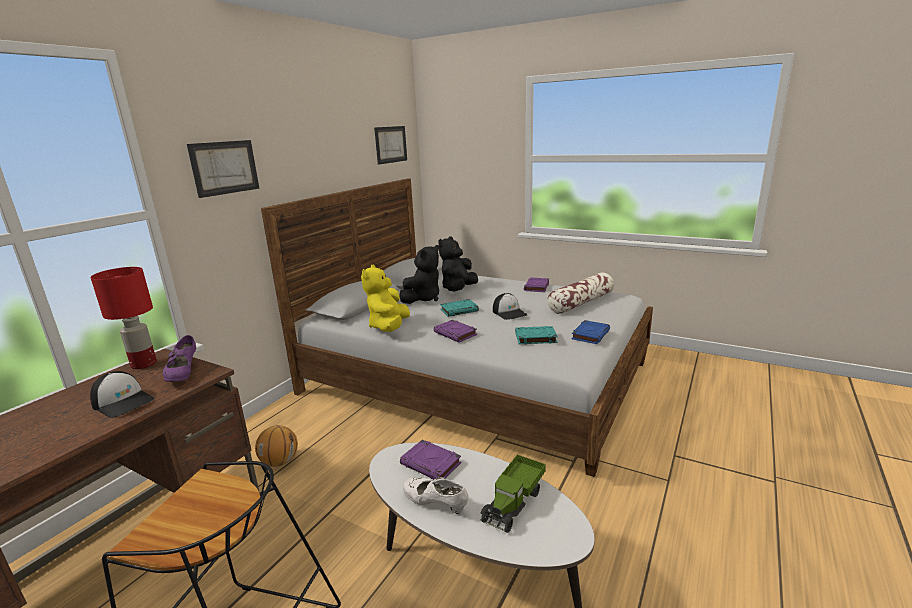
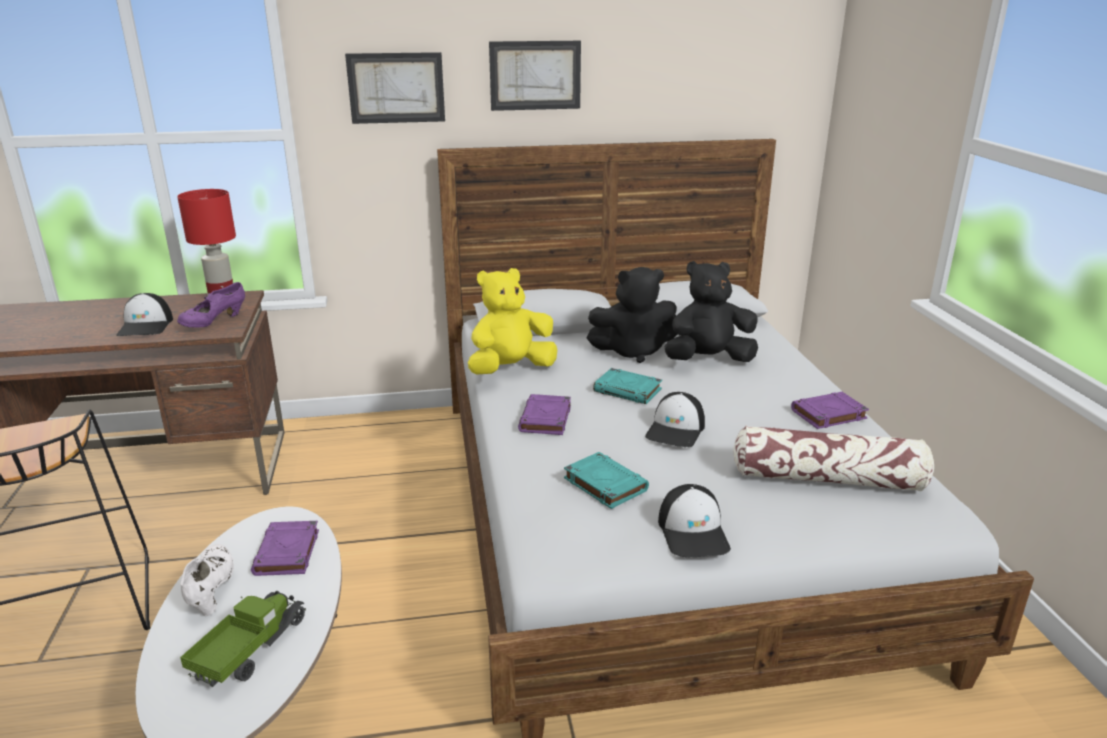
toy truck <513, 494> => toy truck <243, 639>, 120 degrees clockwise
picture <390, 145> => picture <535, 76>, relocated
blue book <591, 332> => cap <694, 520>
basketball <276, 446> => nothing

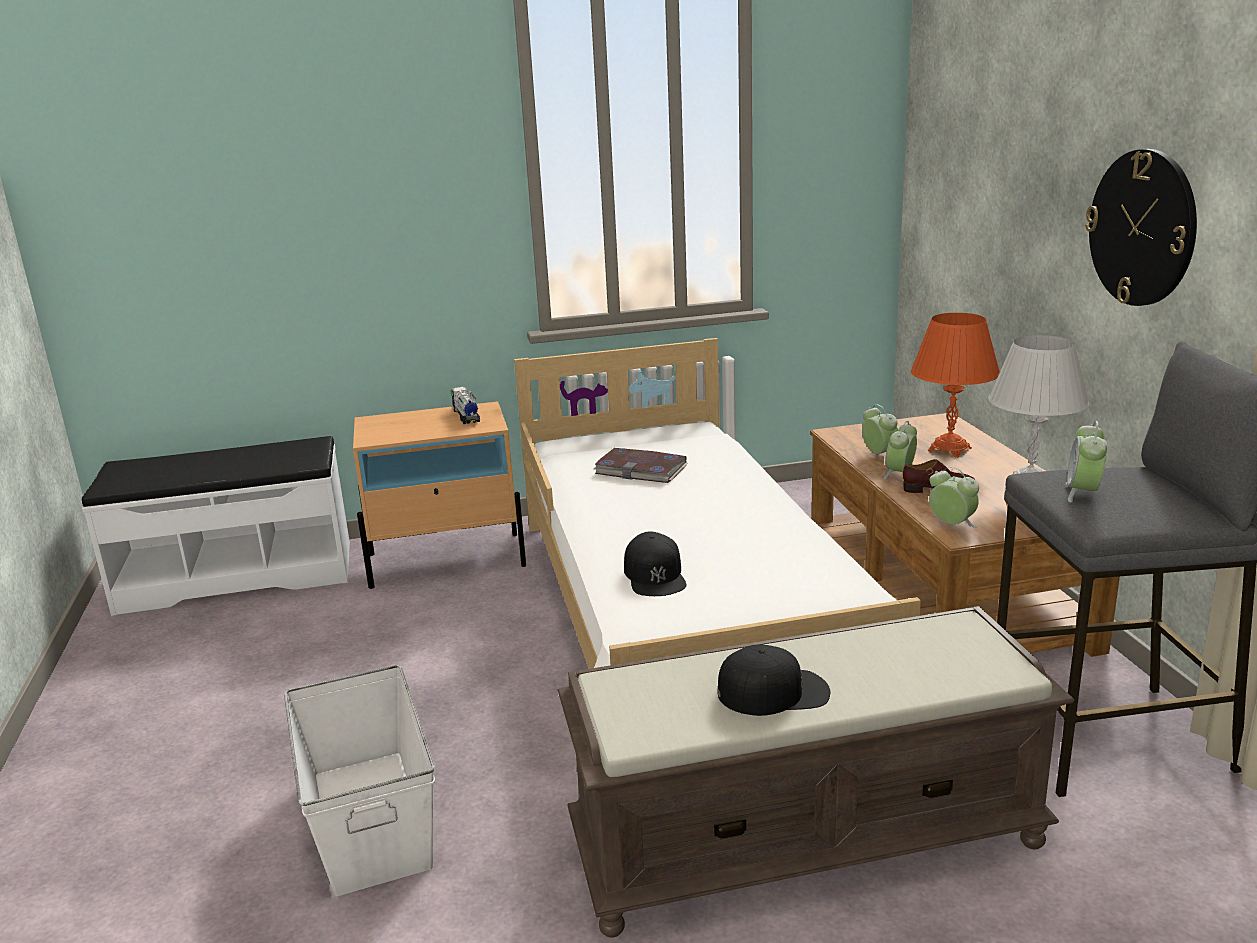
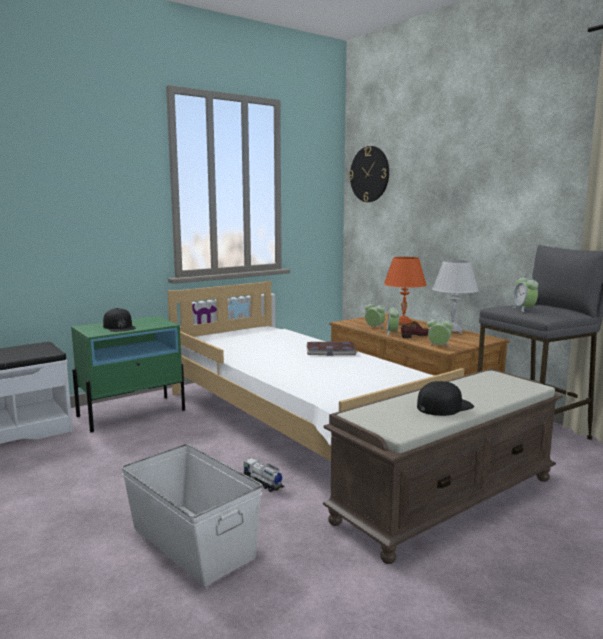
beige nightstand <439, 495> => green nightstand <128, 374>
black cap <655, 563> => black cap <119, 320>, relocated
toy truck <465, 405> => toy truck <264, 475>, relocated
book <641, 465> => book <331, 349>, relocated
wall clock <1141, 227> => wall clock <369, 174>, relocated

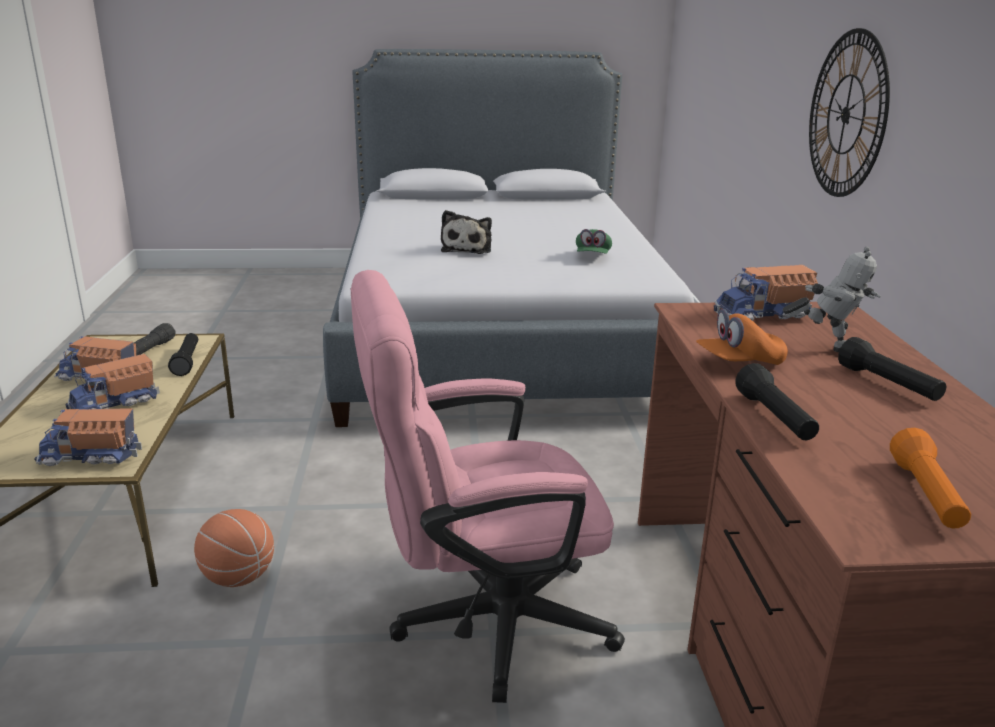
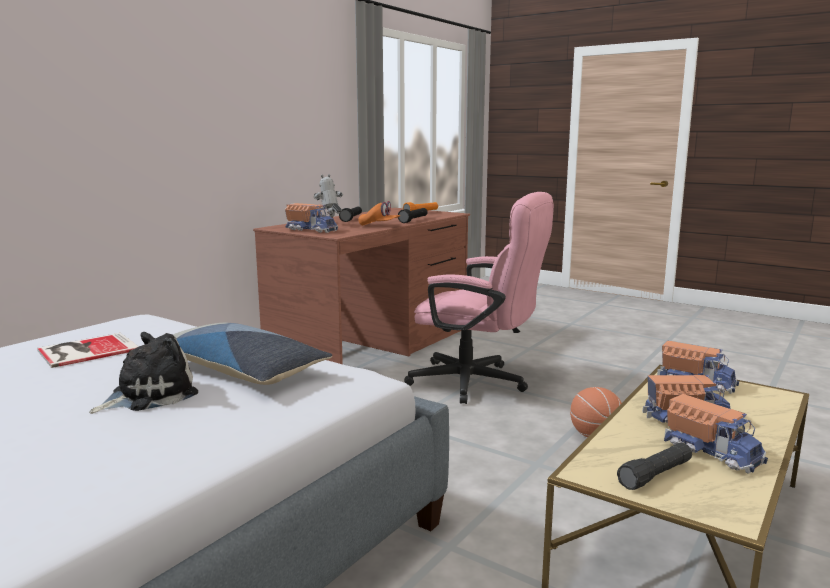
green cap <594, 241> => book <88, 350>
nothing => pillow <252, 354>
black flashlight <183, 354> => nothing
wall clock <849, 112> => nothing

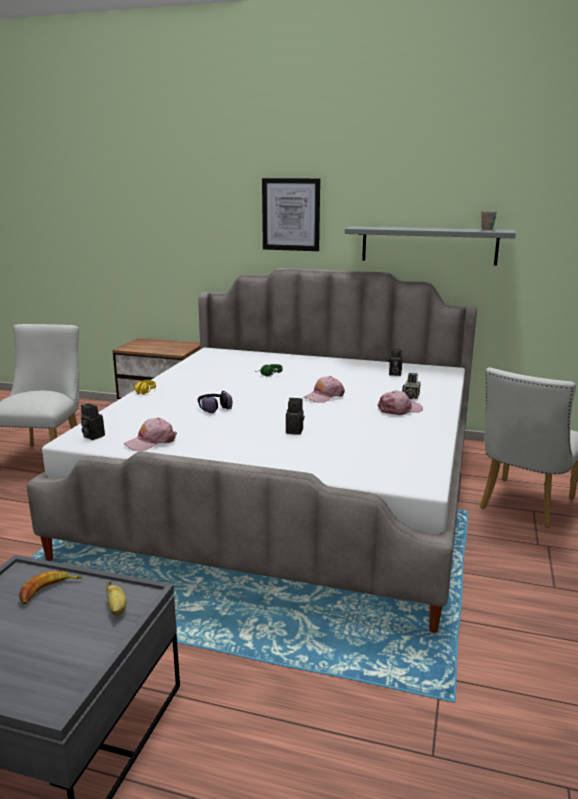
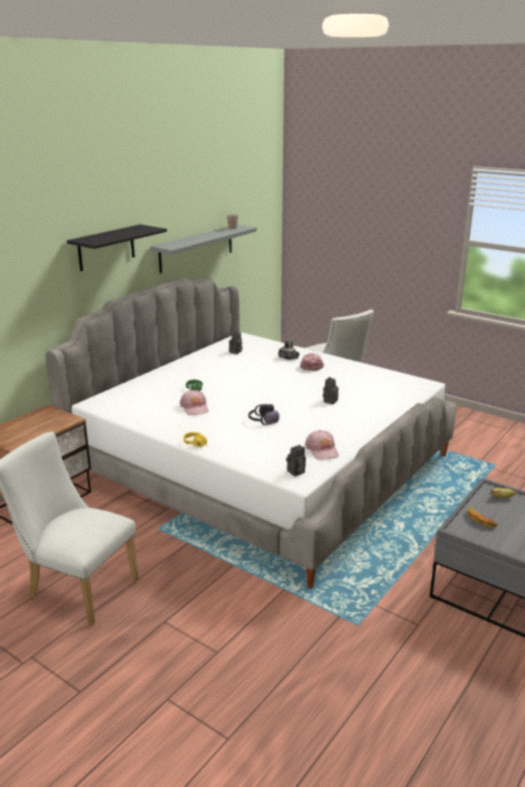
picture <291, 214> => black shelf <117, 247>
pink cap <324, 389> => pink cap <194, 402>, relocated

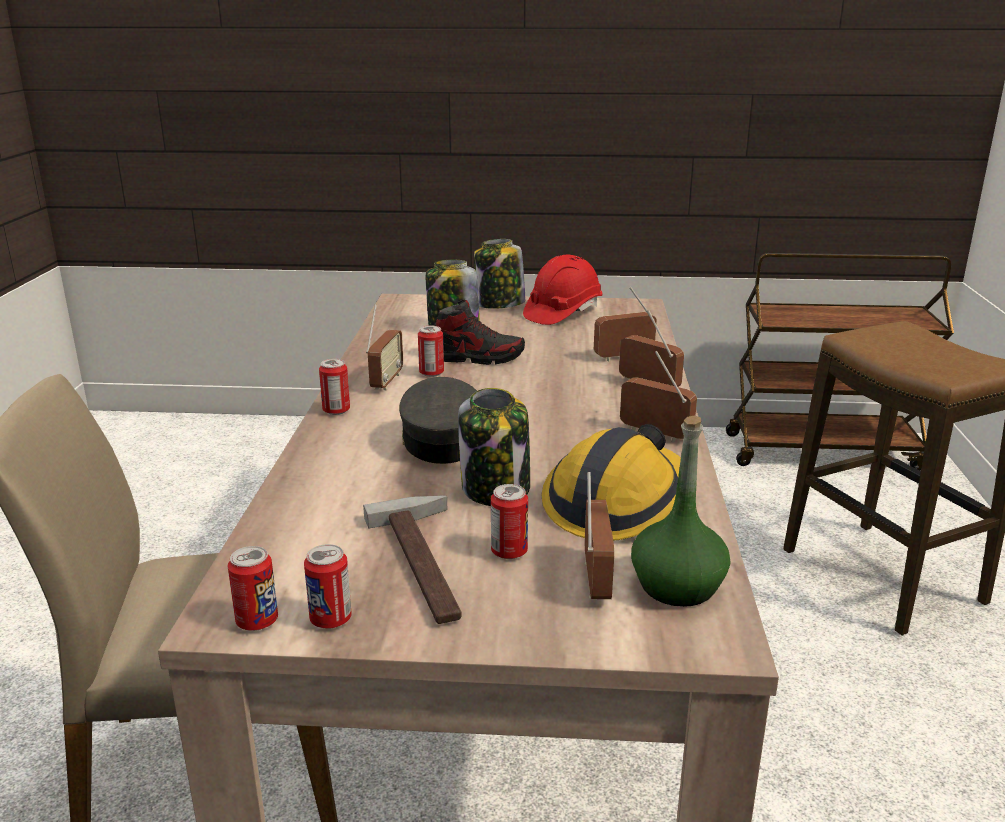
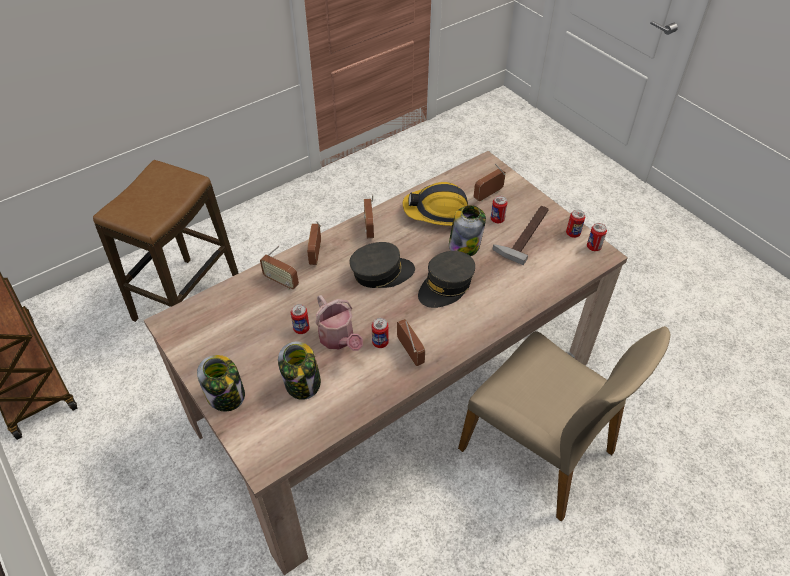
can <334, 387> => can <300, 319>, relocated
shoe <480, 332> => watering can <339, 323>
nothing => grey cap <382, 265>
radio <384, 347> => radio <411, 342>, 90 degrees clockwise
red hard hat <563, 289> => nothing
green bottle <680, 511> => nothing

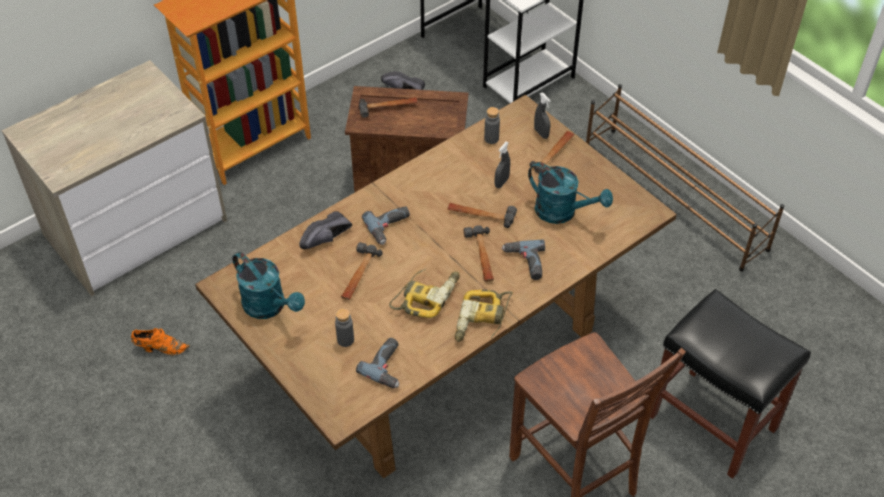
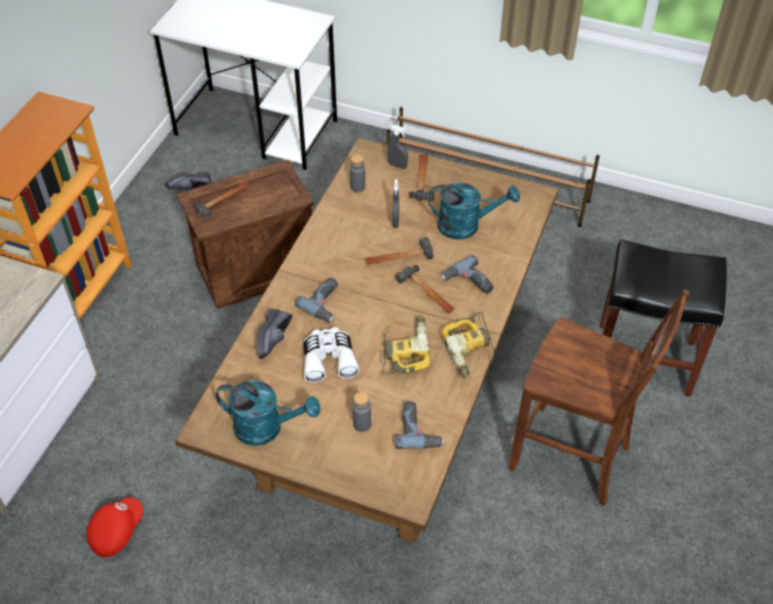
orange shoe <160, 341> => red cap <114, 527>
hammer <362, 271> => white binoculars <331, 355>

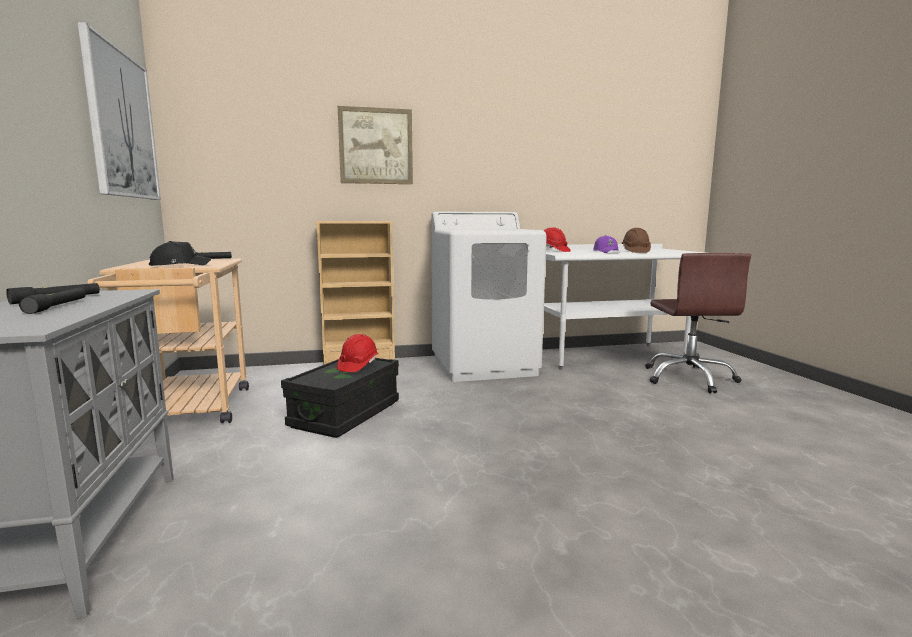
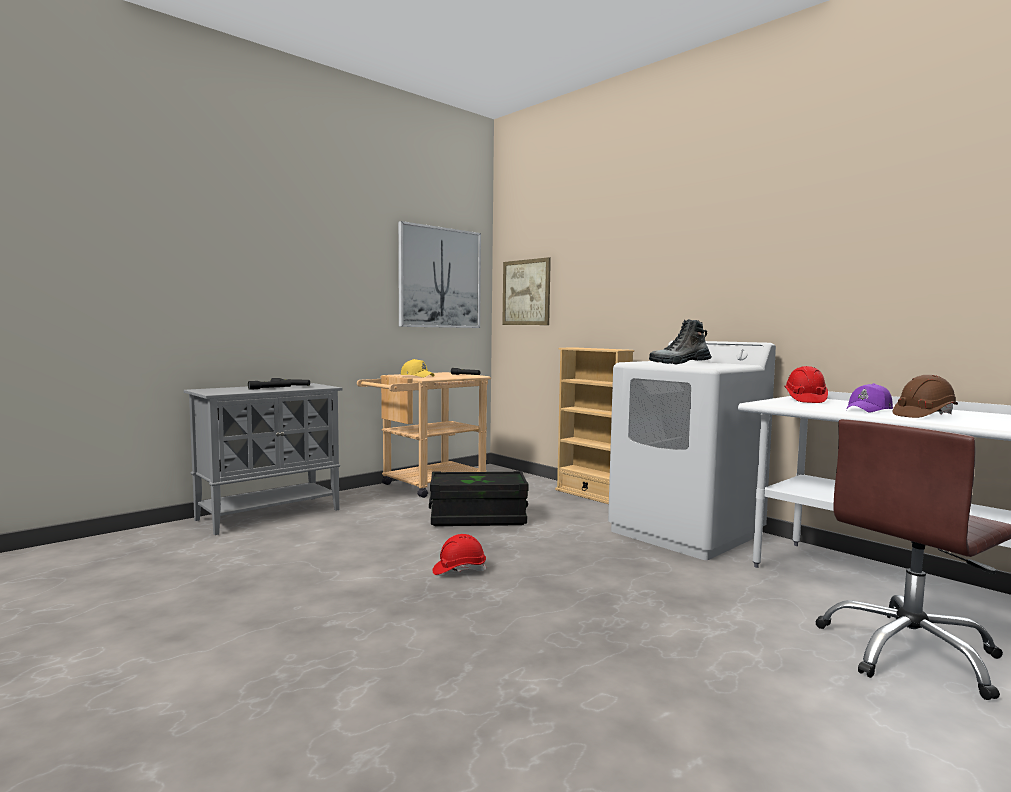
black cap <180, 253> => yellow cap <417, 368>
red hard hat <358, 353> => red hard hat <459, 554>, relocated
picture <375, 145> => picture <526, 291>, relocated
nothing => boot <680, 342>

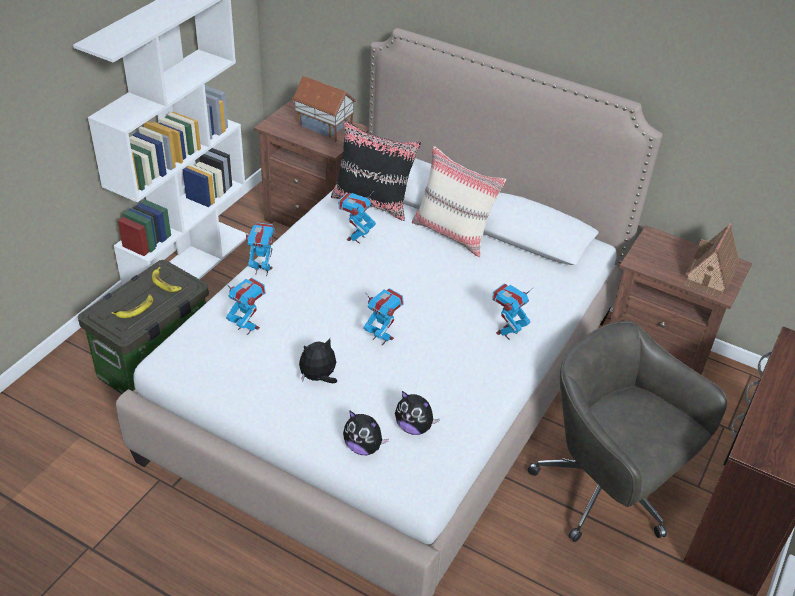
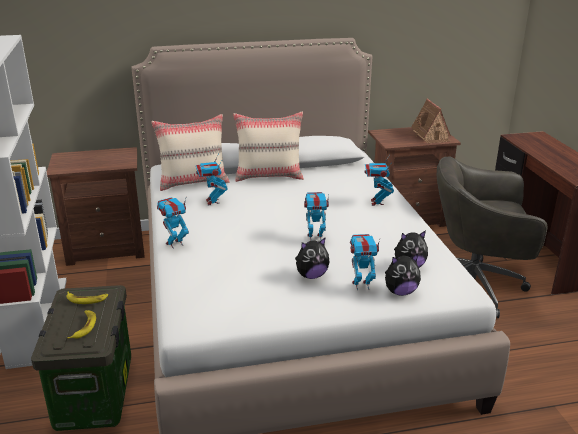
black pillow <376, 170> => beige pillow <190, 152>
plush toy <318, 360> => plush toy <312, 258>, 135 degrees counterclockwise
toy robot <245, 306> => toy robot <365, 262>, relocated
toy house <324, 109> => nothing

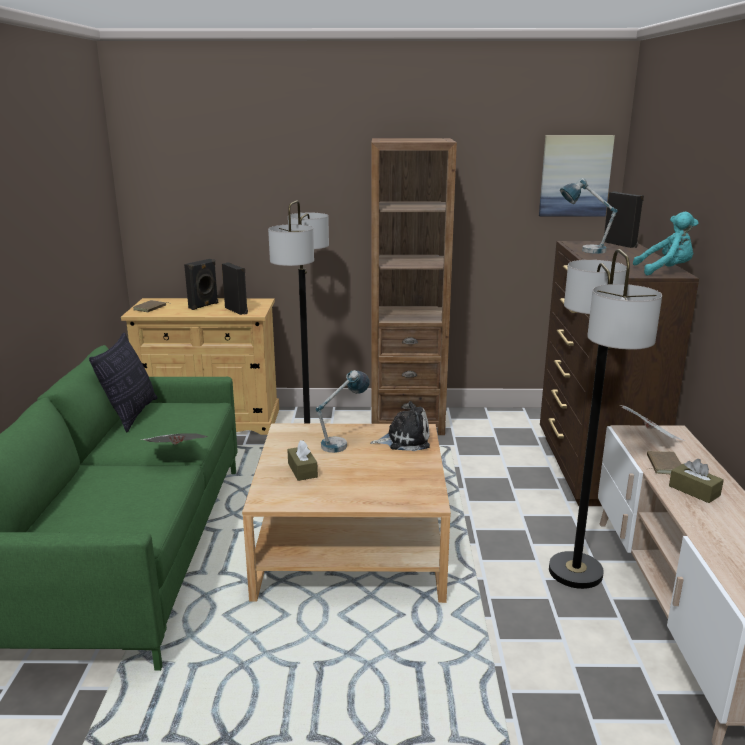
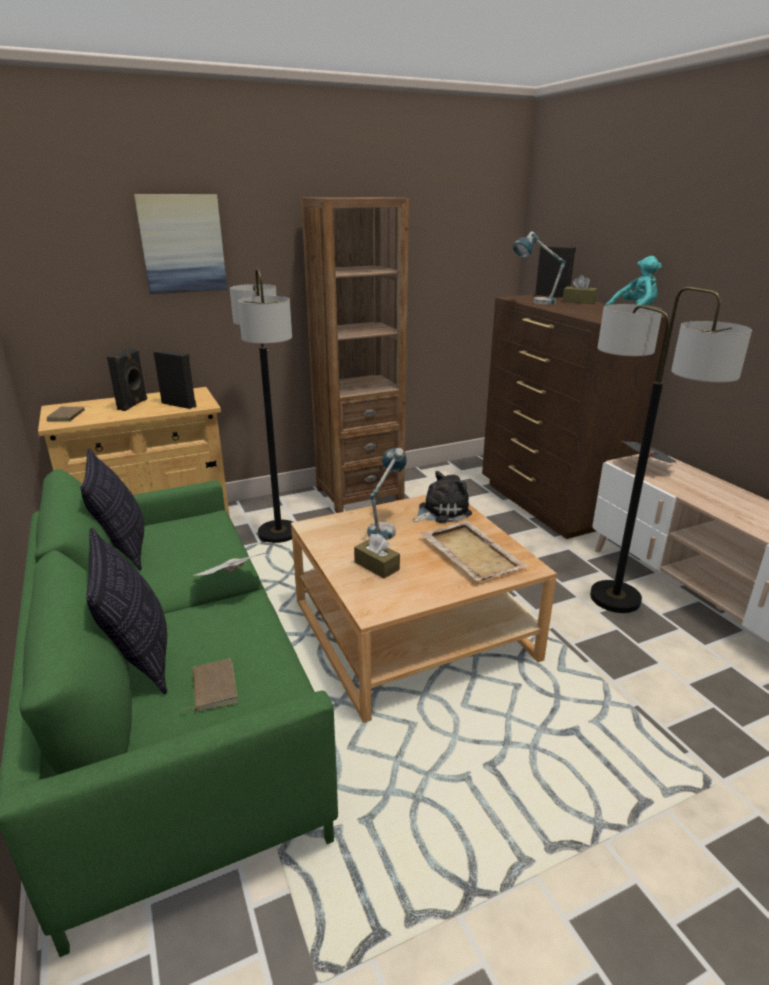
nothing => pillow <126, 611>
picture <577, 176> => picture <180, 244>, relocated
brown book <664, 462> => brown book <209, 685>, relocated
nothing => beige tray <474, 551>
brown tissue box <696, 481> => brown tissue box <579, 289>, relocated

